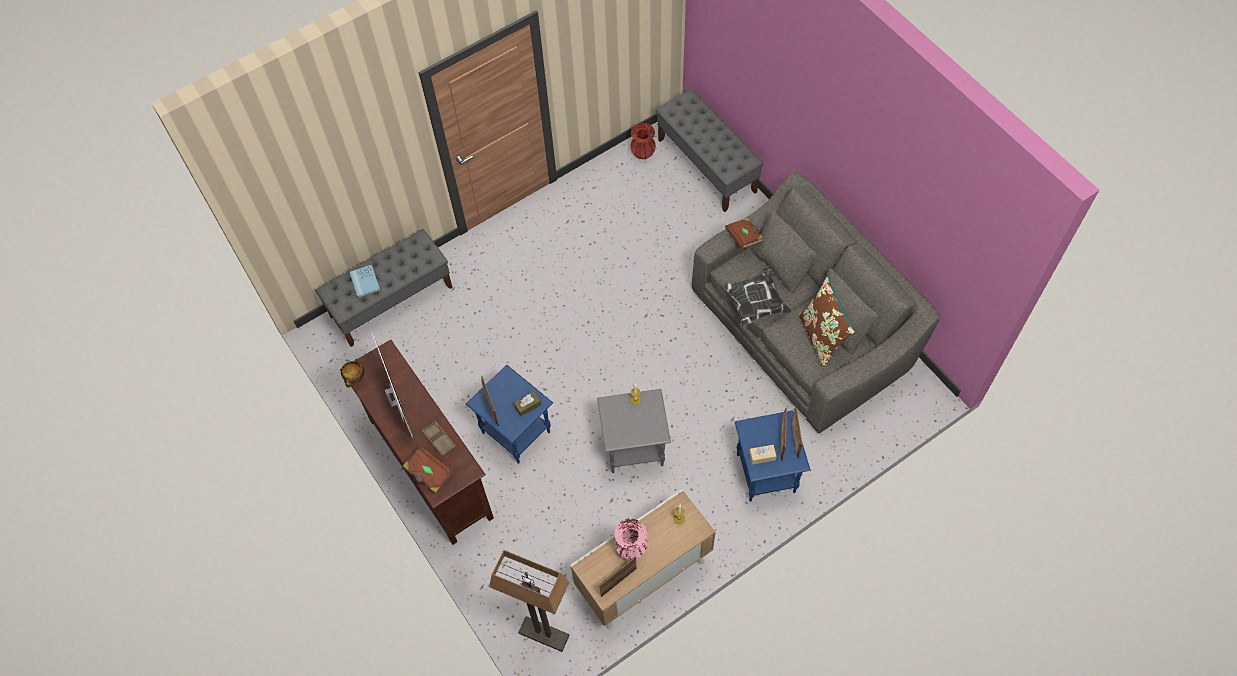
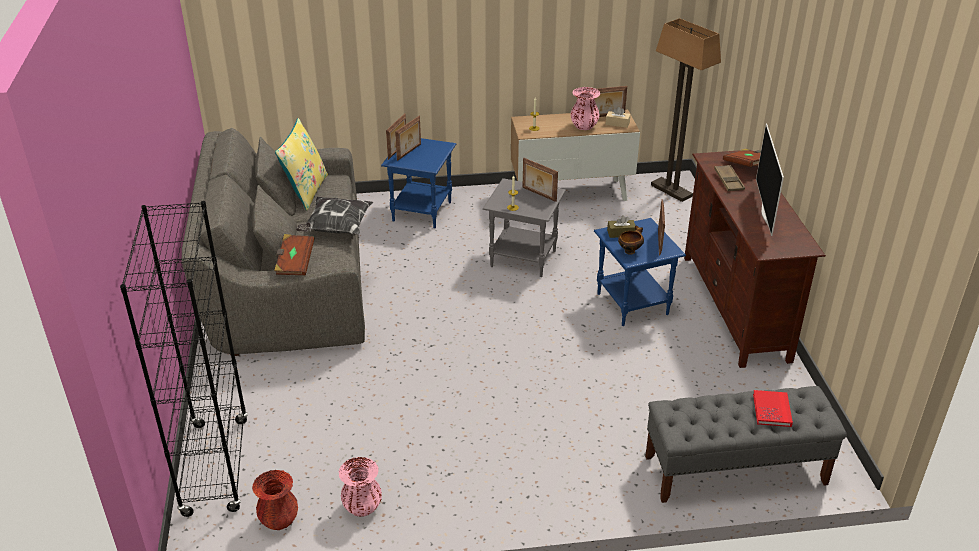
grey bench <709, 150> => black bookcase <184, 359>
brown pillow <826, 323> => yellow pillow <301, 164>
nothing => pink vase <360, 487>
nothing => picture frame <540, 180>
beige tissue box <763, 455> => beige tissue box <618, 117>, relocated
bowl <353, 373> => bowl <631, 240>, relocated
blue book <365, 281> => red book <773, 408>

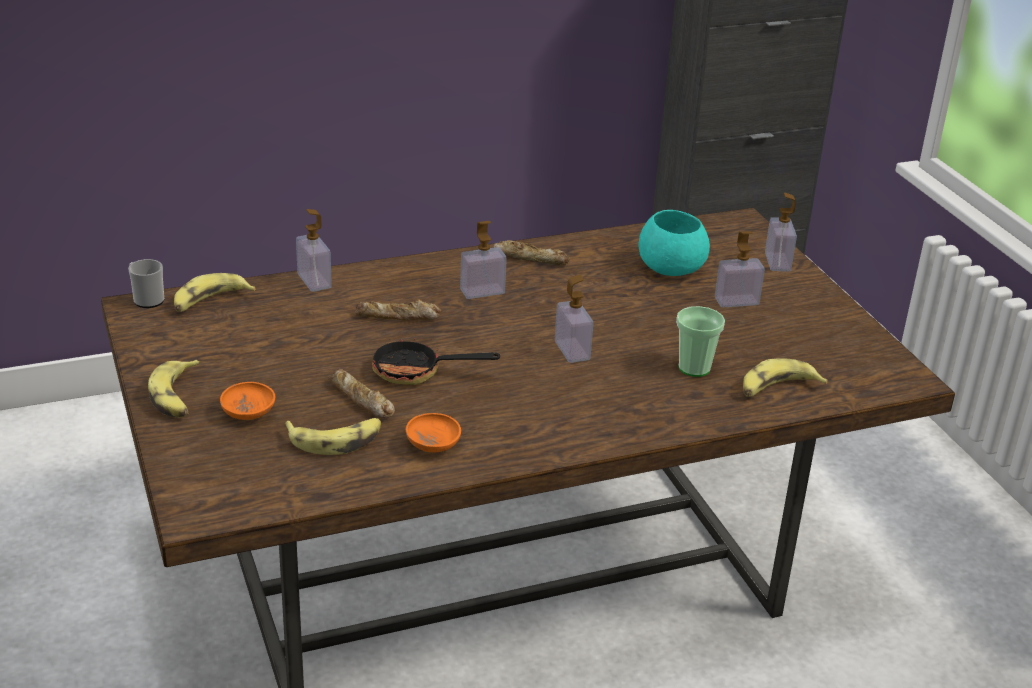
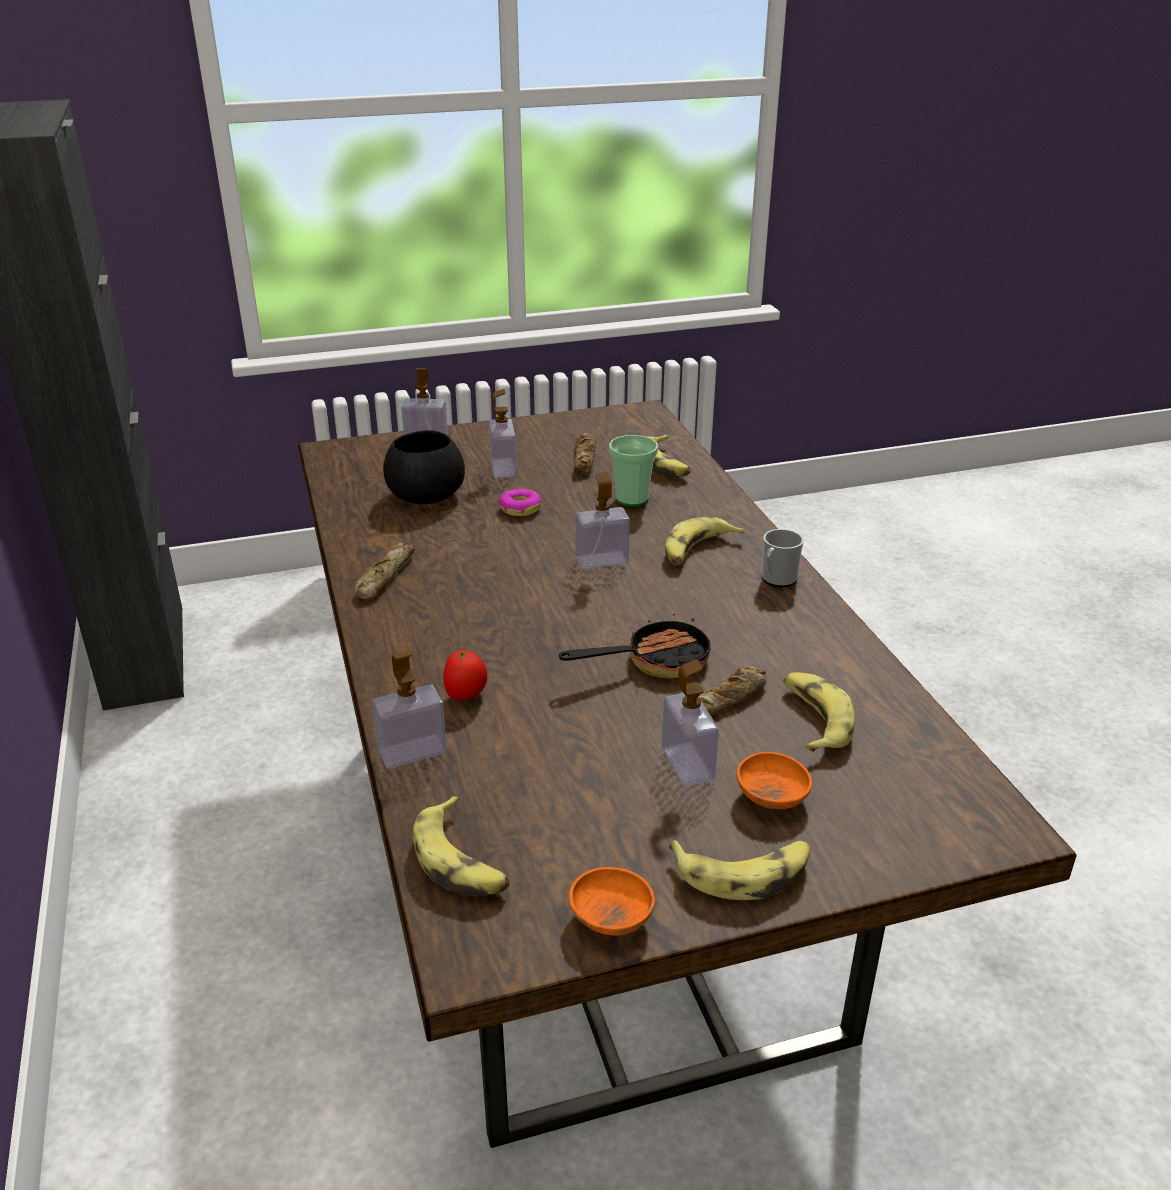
turquoise bowl <674, 243> => black bowl <424, 467>
nothing => tomato <465, 675>
nothing => donut <520, 502>
frying pan <436, 357> => frying pan <635, 646>, 120 degrees counterclockwise
orange bowl <433, 432> => orange bowl <612, 901>, relocated
bread <398, 309> => bread <585, 454>, relocated
soap dispenser <483, 260> => soap dispenser <690, 723>, relocated
nothing => banana <704, 541>
mug <146, 283> => mug <783, 558>, relocated

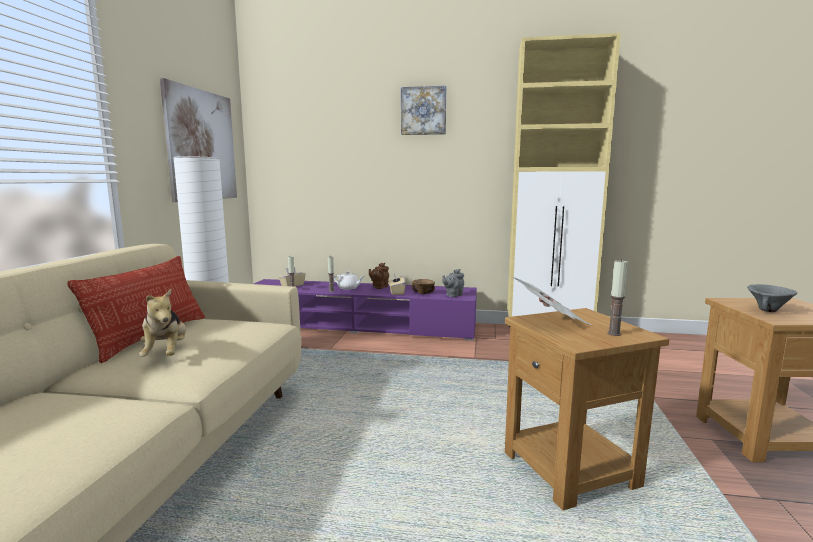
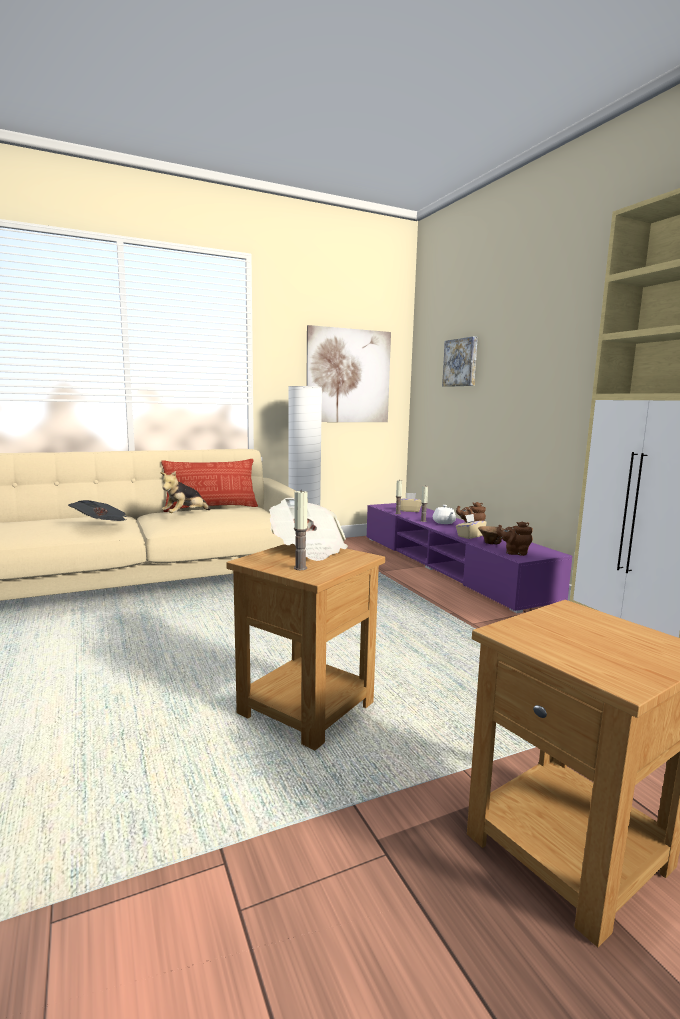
nothing => newspaper <97, 510>
picture <423, 110> => picture <460, 362>, relocated
grey teapot <453, 283> => brown teapot <514, 538>
grey bowl <772, 298> => nothing

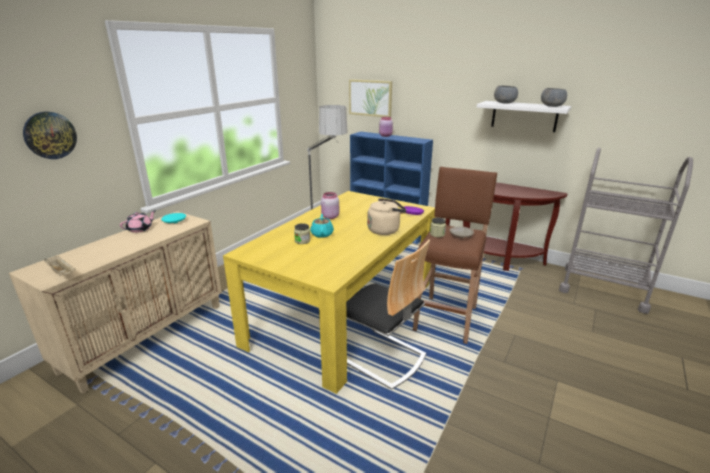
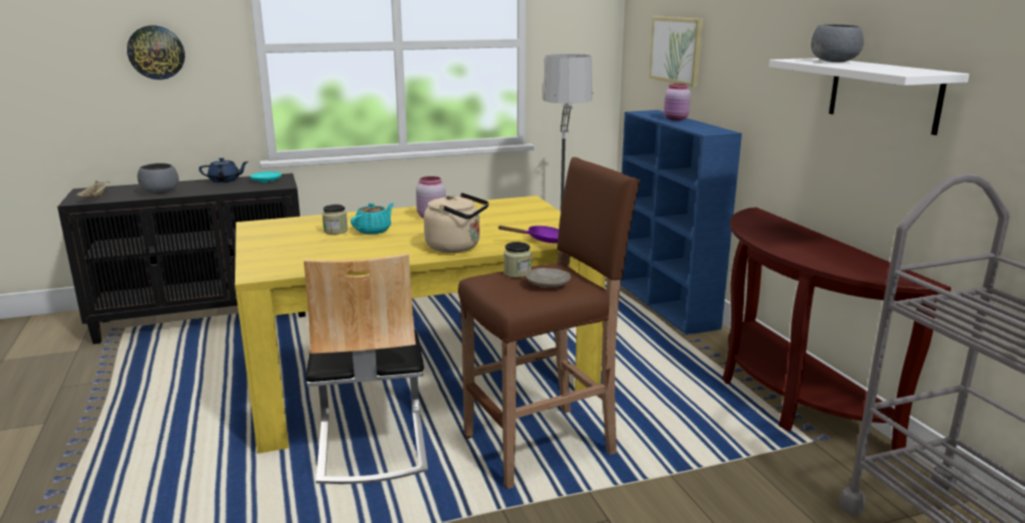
beige cabinet <115, 302> => black cabinet <181, 258>
grey bowl <554, 97> => grey bowl <158, 178>, relocated
pink teapot <138, 221> => blue teapot <224, 170>

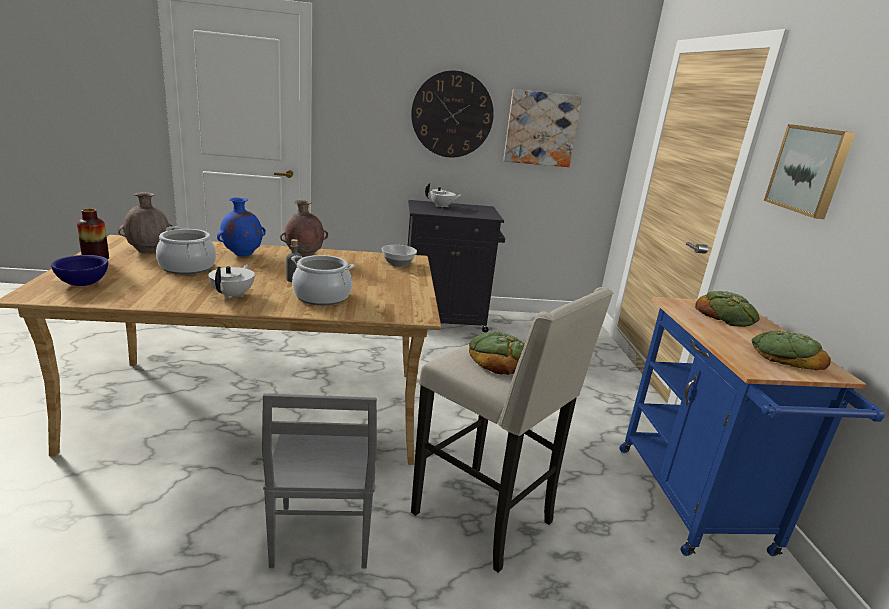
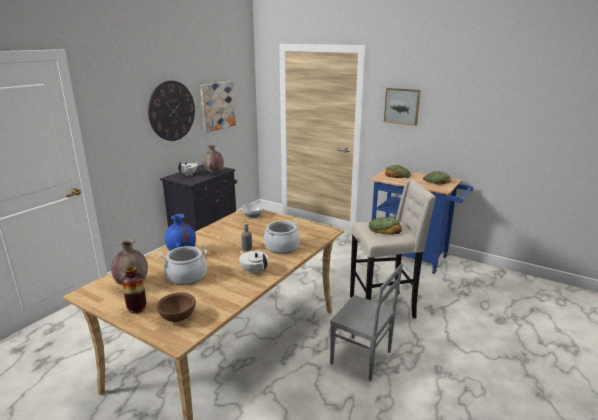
blue bowl <79, 270> => brown bowl <176, 307>
brown vase <304, 228> => brown vase <213, 159>, relocated

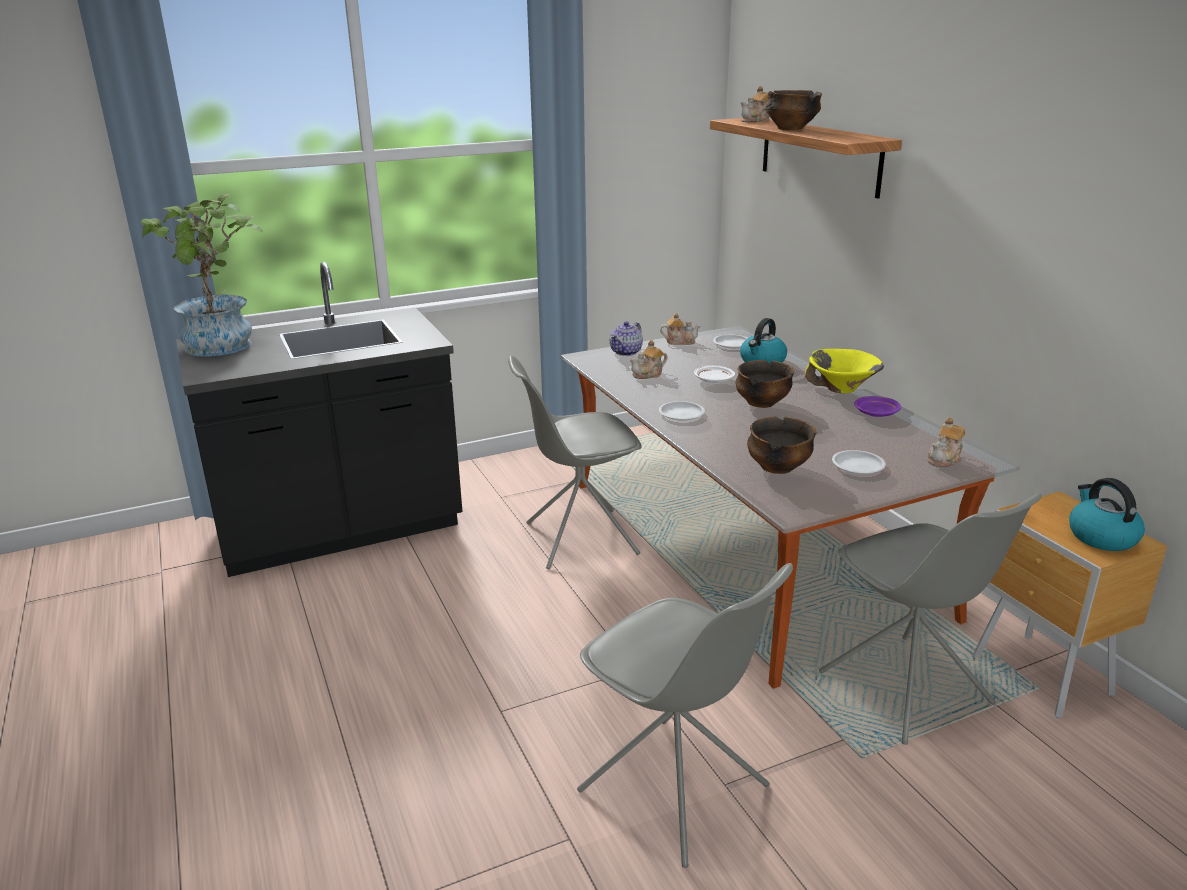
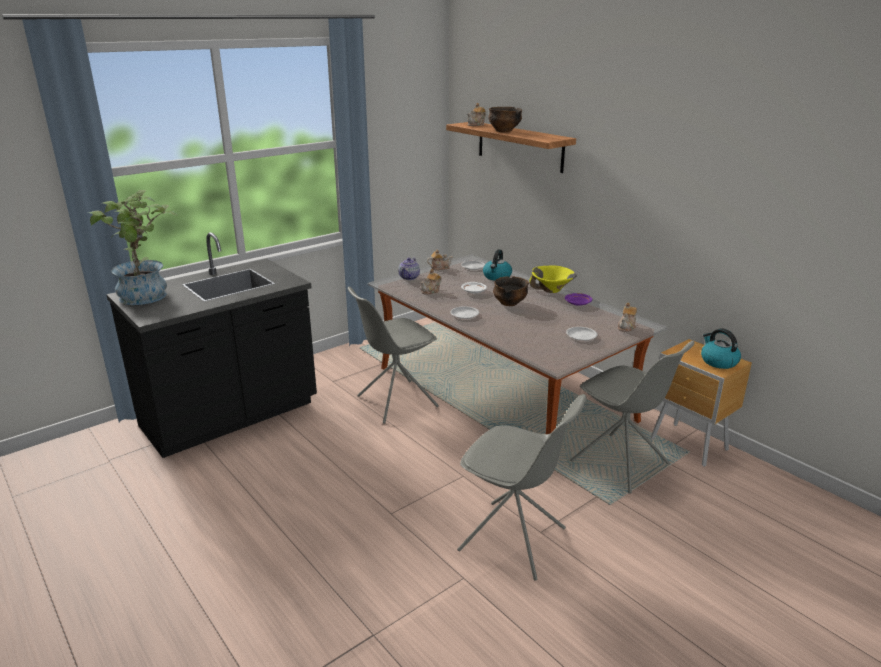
bowl <781, 445> => nothing

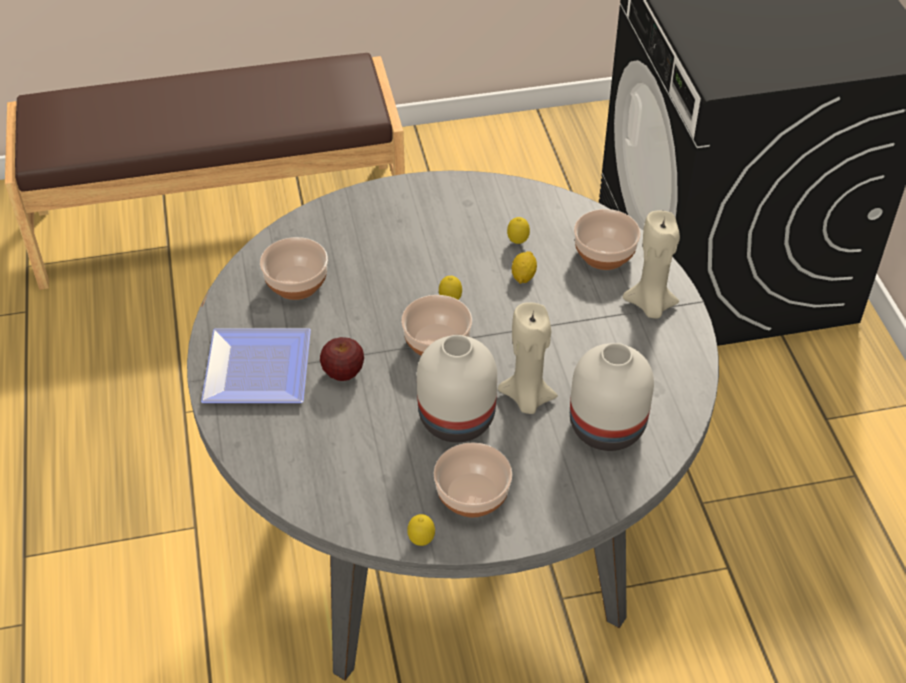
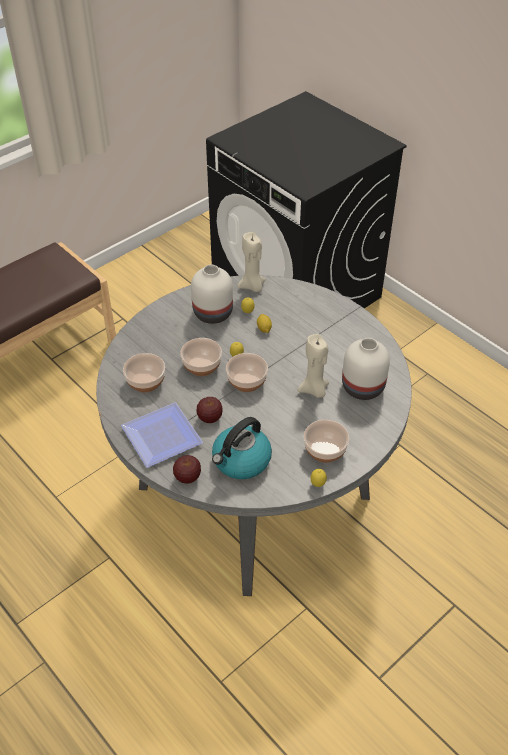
nothing => apple <187, 469>
bowl <607, 239> => bowl <201, 357>, relocated
white vase <457, 388> => white vase <212, 294>, relocated
nothing => kettle <242, 448>
beige candle <651, 265> => beige candle <251, 262>, relocated

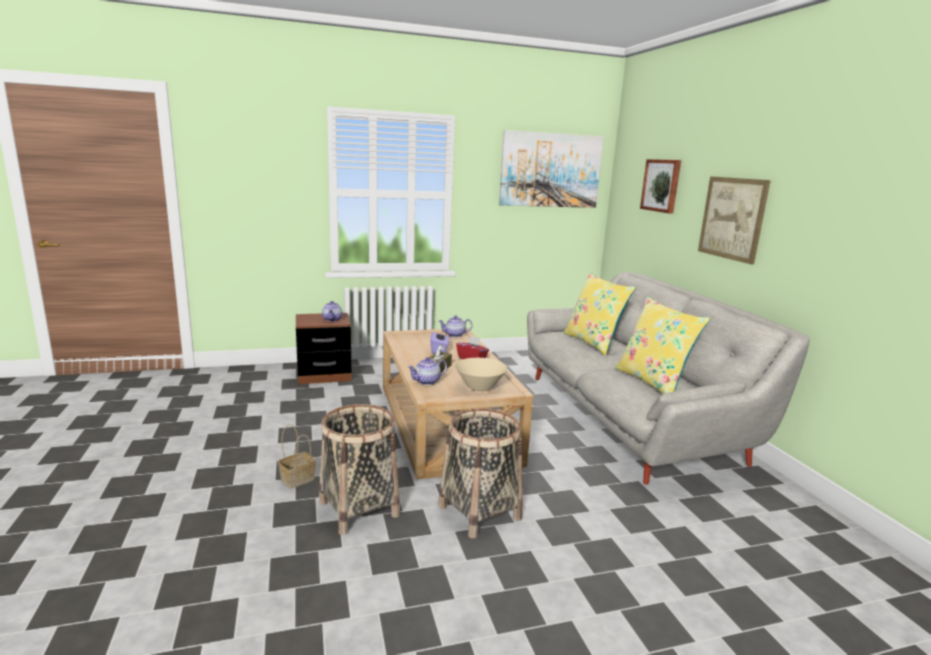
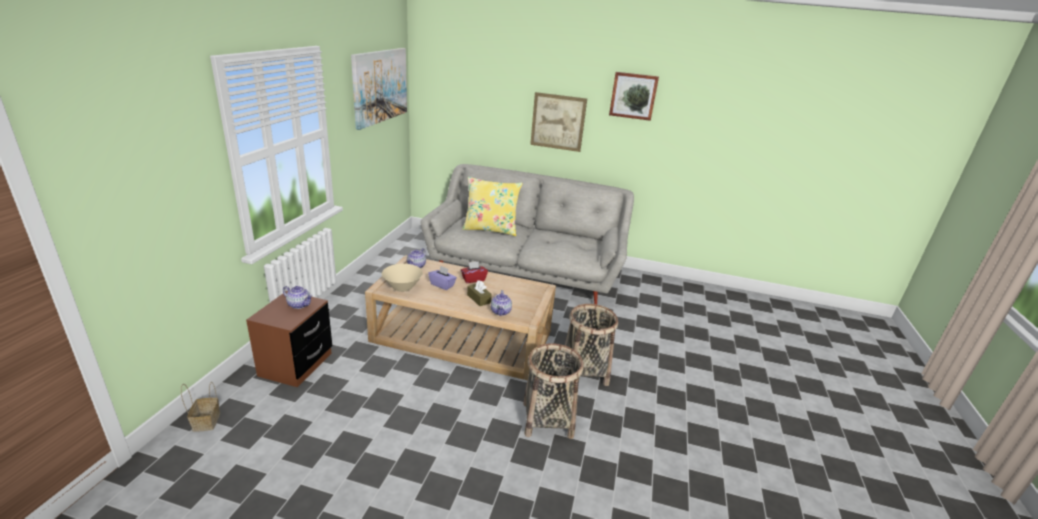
basket <297, 456> => basket <200, 407>, relocated
beige bowl <481, 374> => beige bowl <402, 278>, relocated
picture <660, 186> => picture <634, 96>, relocated
yellow pillow <662, 345> => nothing

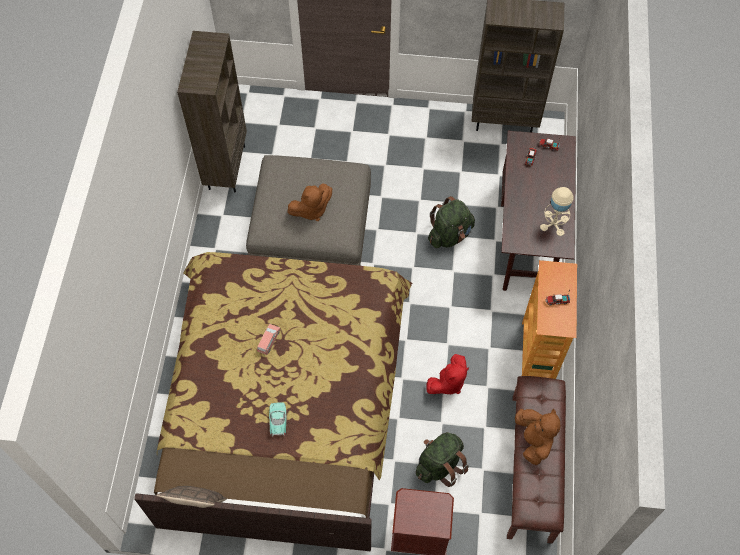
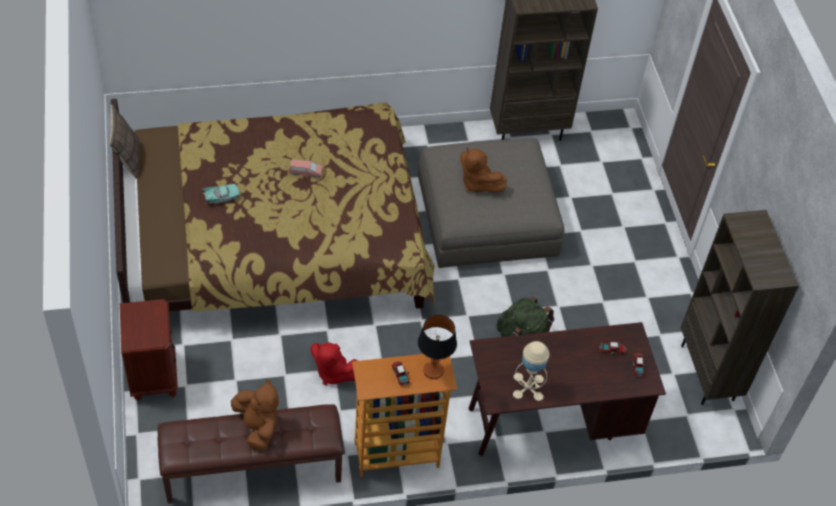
brown plush toy <537, 437> => brown plush toy <255, 415>, 90 degrees counterclockwise
nothing => table lamp <437, 347>
green backpack <442, 459> => nothing

